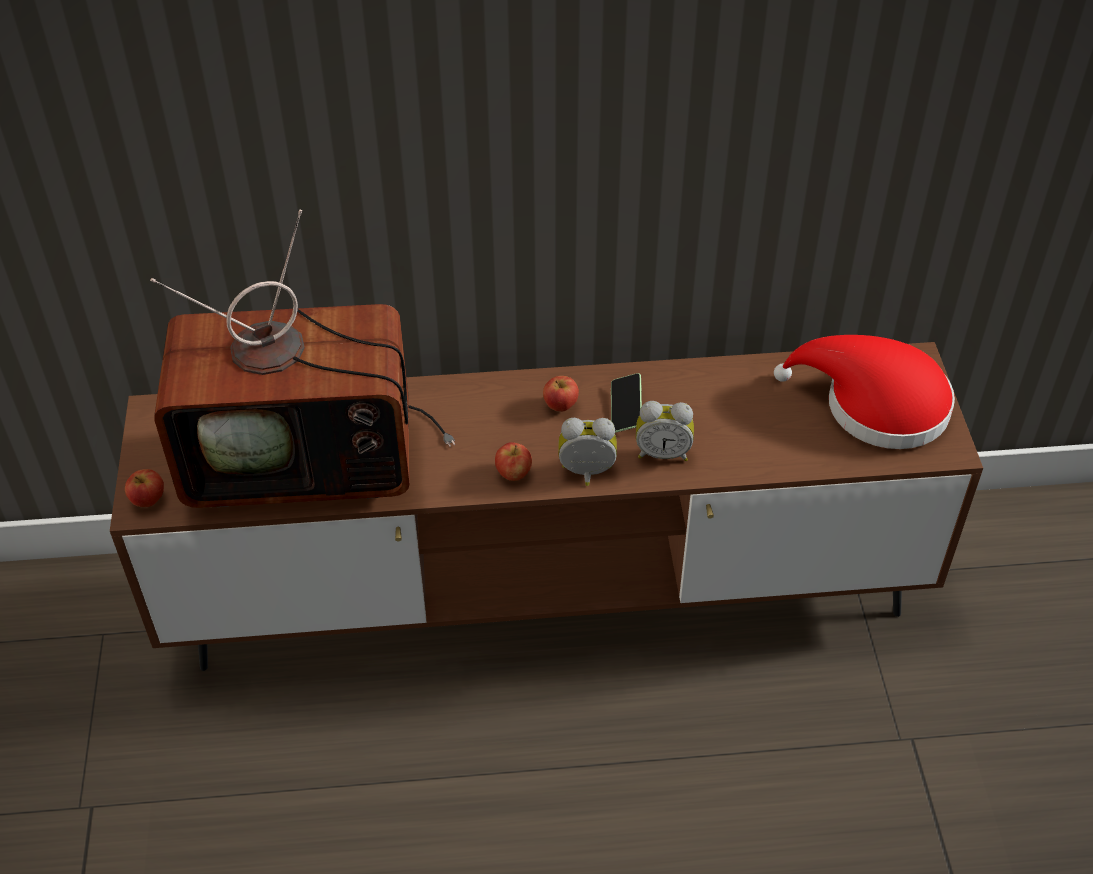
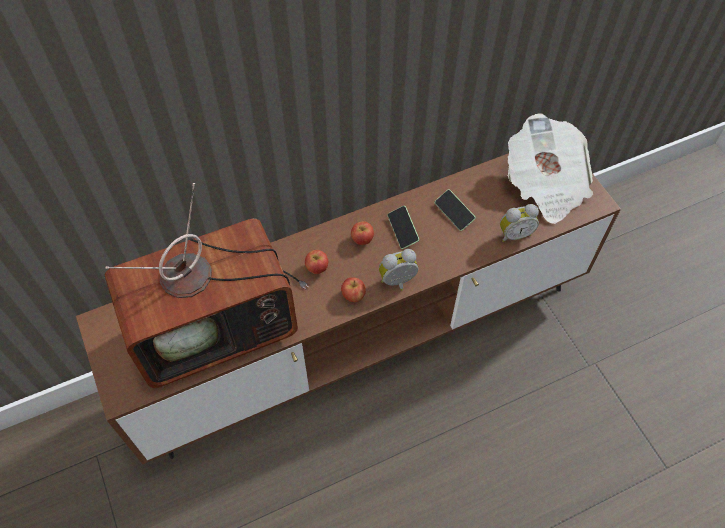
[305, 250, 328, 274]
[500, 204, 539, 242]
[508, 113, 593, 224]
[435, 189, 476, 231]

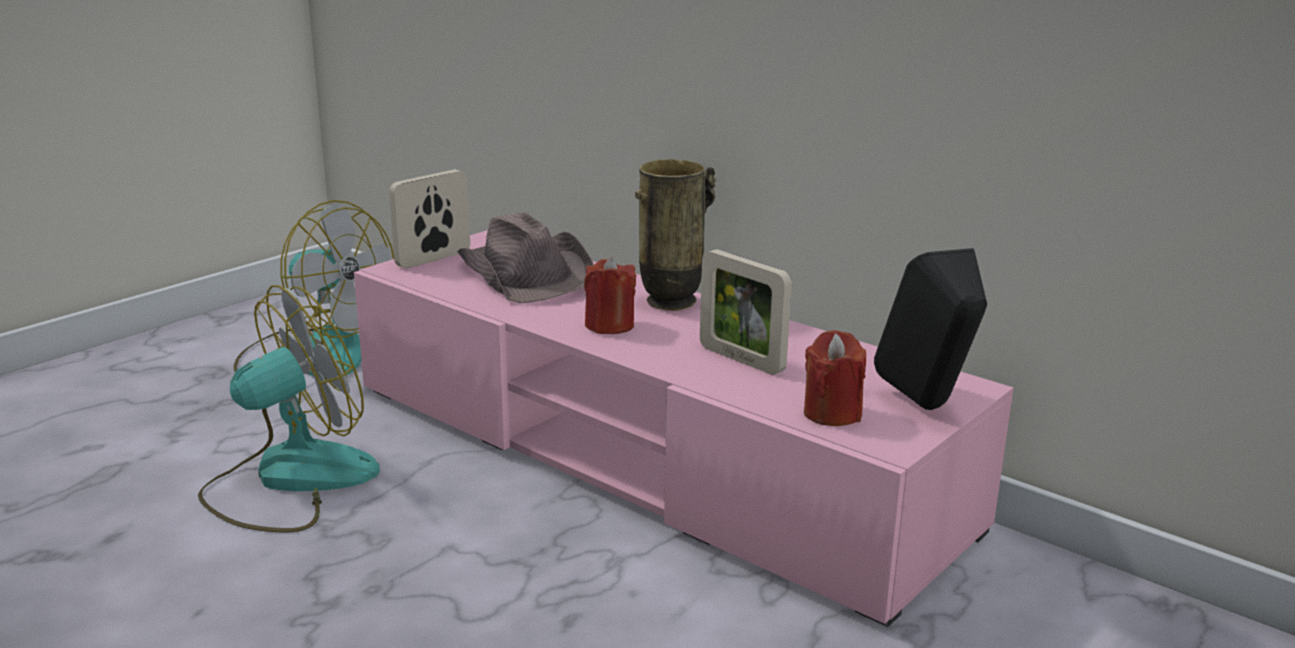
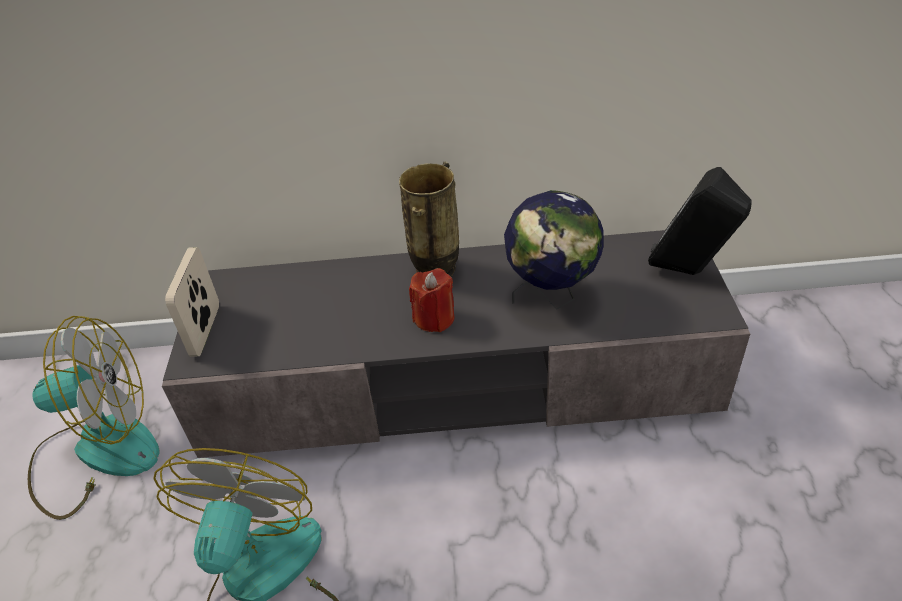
[162, 230, 750, 458]
[457, 212, 594, 303] (first image)
[504, 190, 604, 310]
[804, 330, 866, 426] (first image)

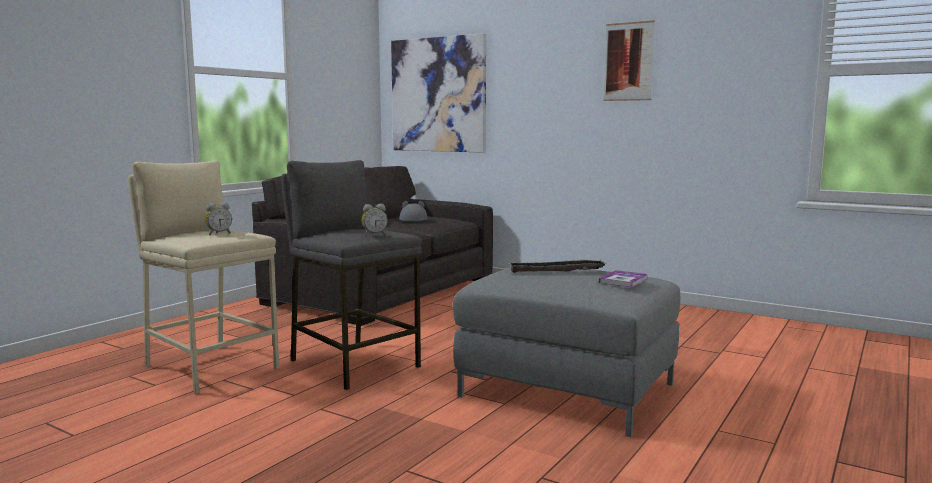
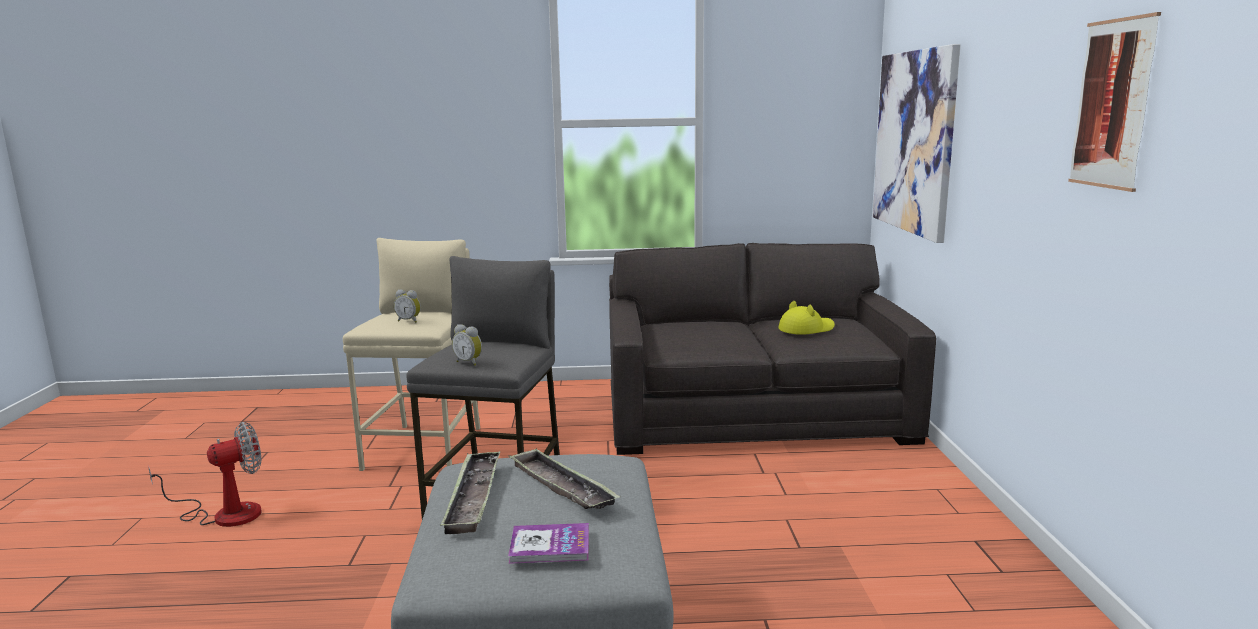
[778, 301, 835, 335]
[148, 422, 262, 527]
[440, 451, 500, 534]

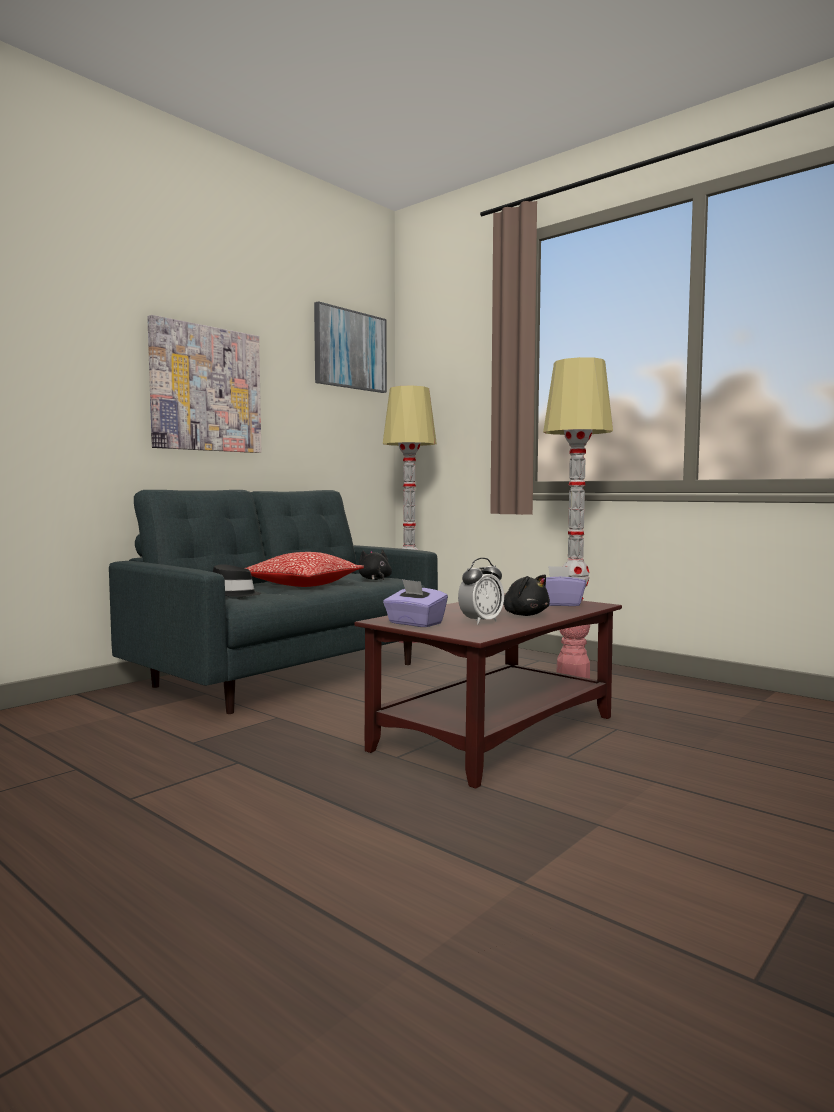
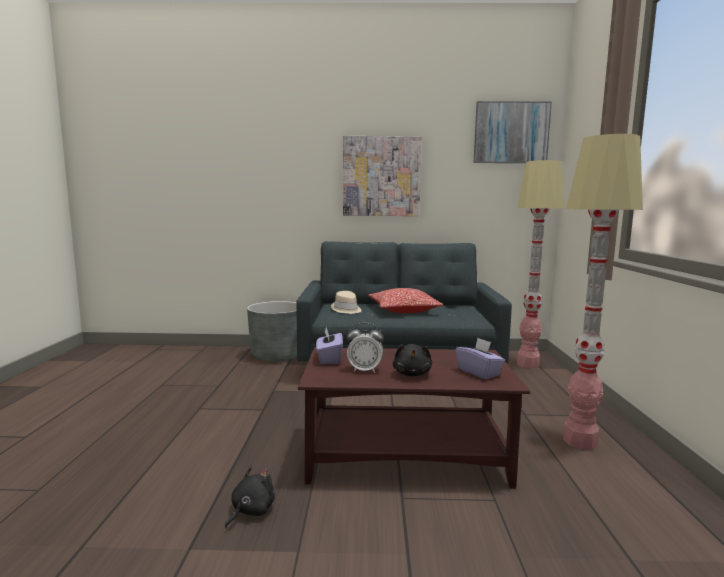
[331, 291, 362, 314]
[225, 467, 275, 529]
[247, 301, 297, 362]

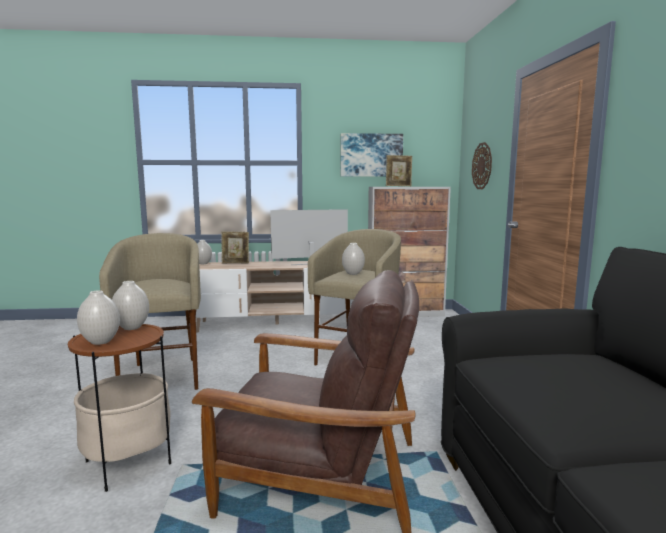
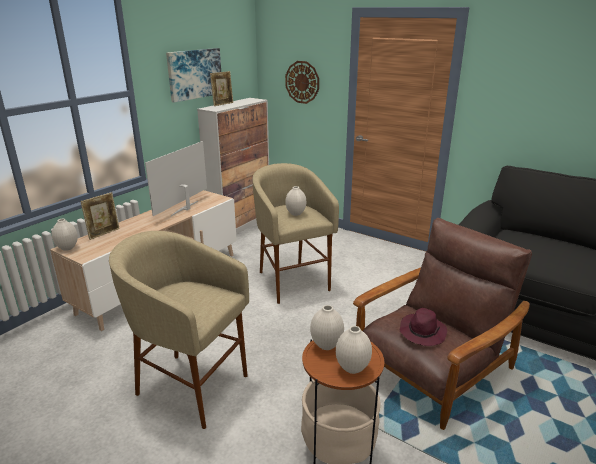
[399, 308, 447, 346]

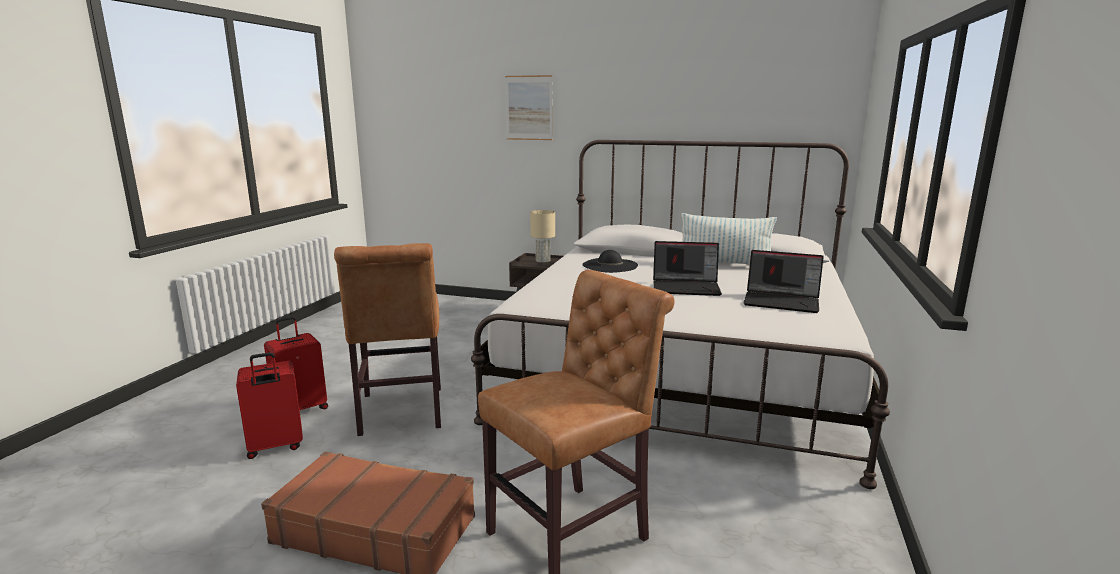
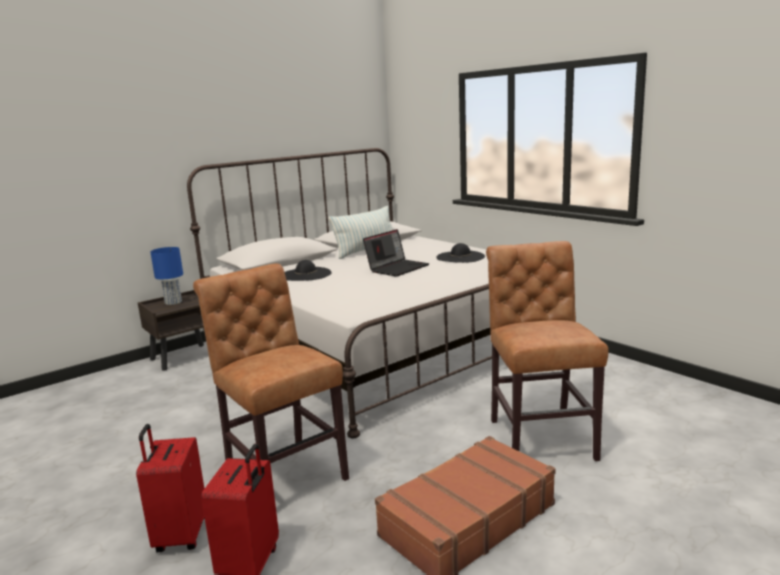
[193, 263, 349, 481]
[505, 75, 553, 140] (first image)
[150, 247, 183, 305]
[436, 243, 485, 263]

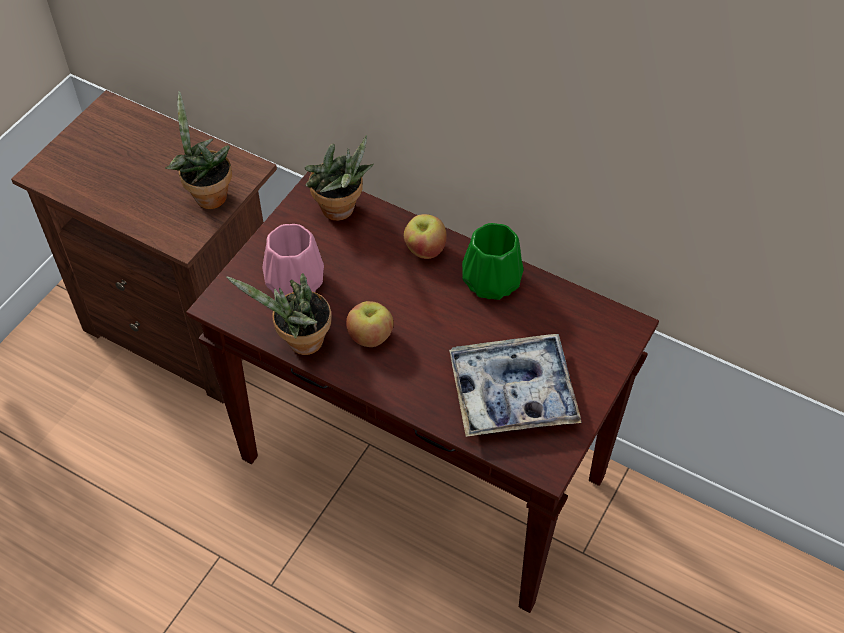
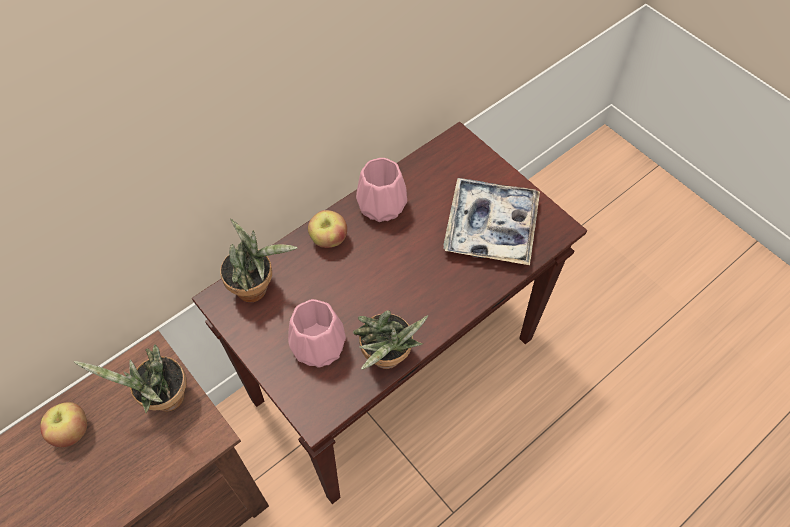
[40, 402, 87, 447]
[356, 158, 407, 222]

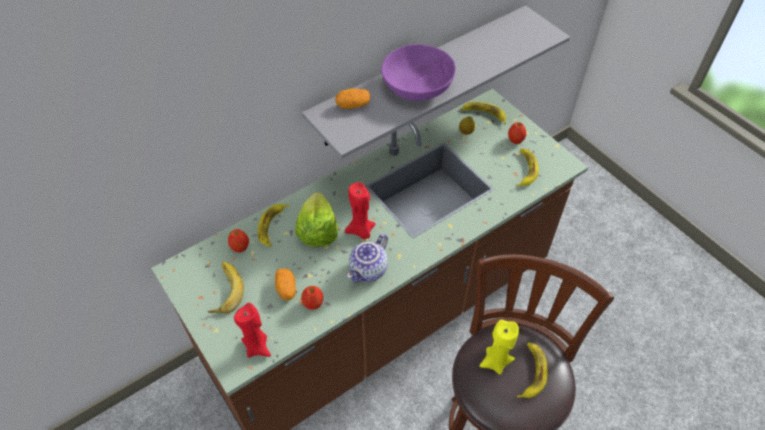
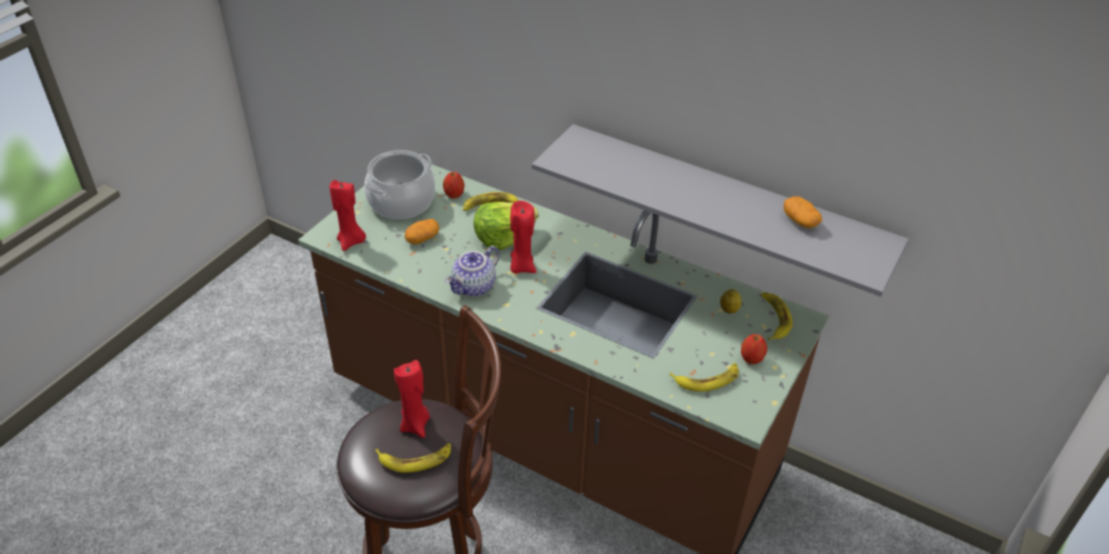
[364, 150, 435, 219]
[301, 286, 323, 310] (first image)
[784, 196, 822, 228]
[445, 246, 500, 297]
[381, 44, 456, 101] (first image)
[394, 360, 430, 438]

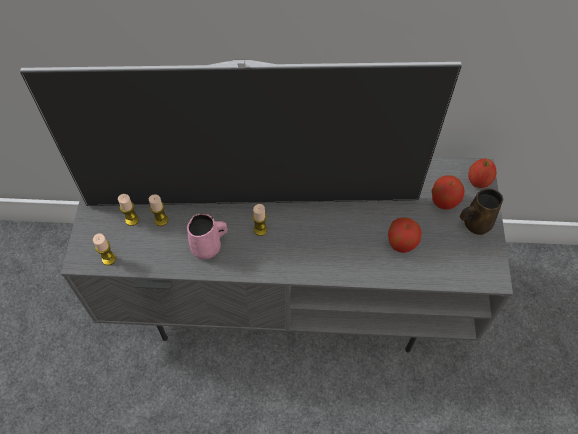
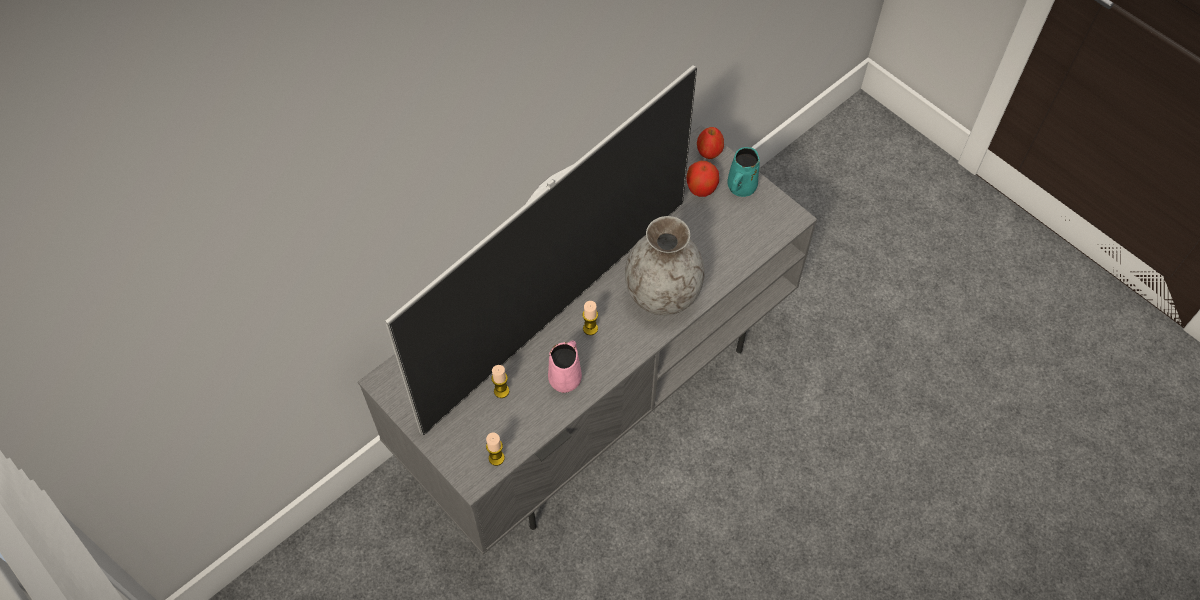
[118, 194, 139, 226] (first image)
[388, 217, 422, 253] (first image)
[727, 147, 760, 197]
[625, 216, 705, 316]

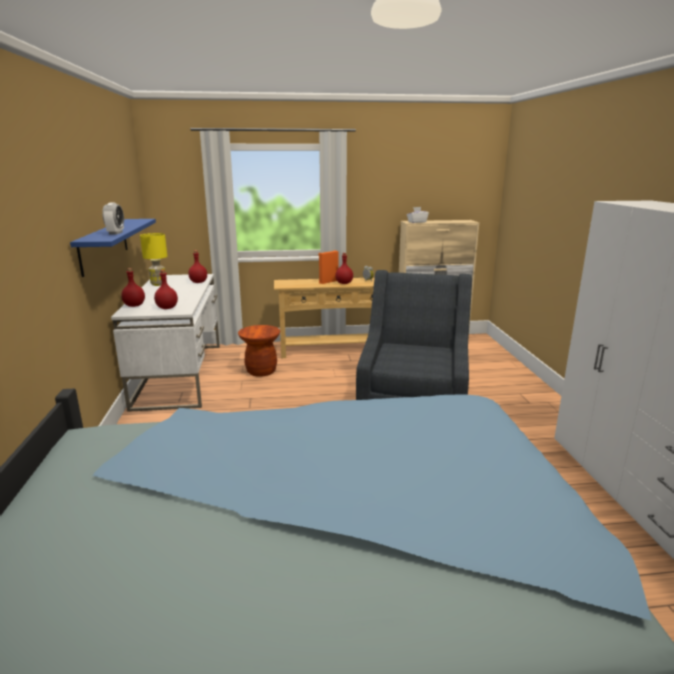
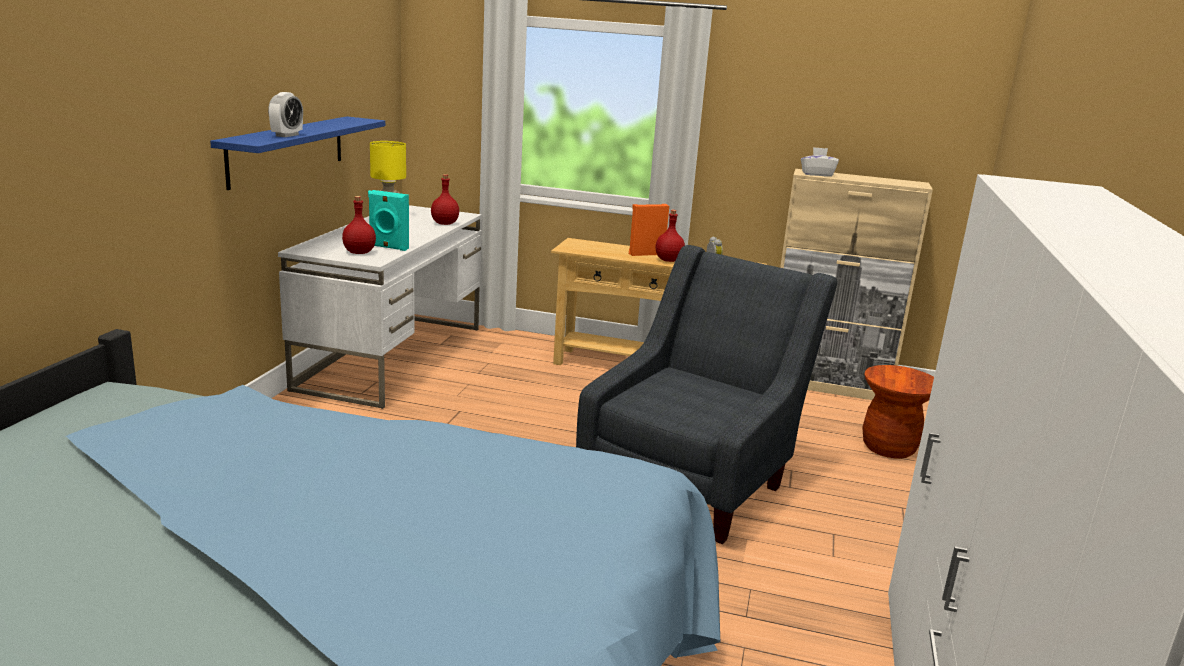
[121, 268, 145, 307] (first image)
[862, 365, 934, 459]
[368, 190, 409, 251]

